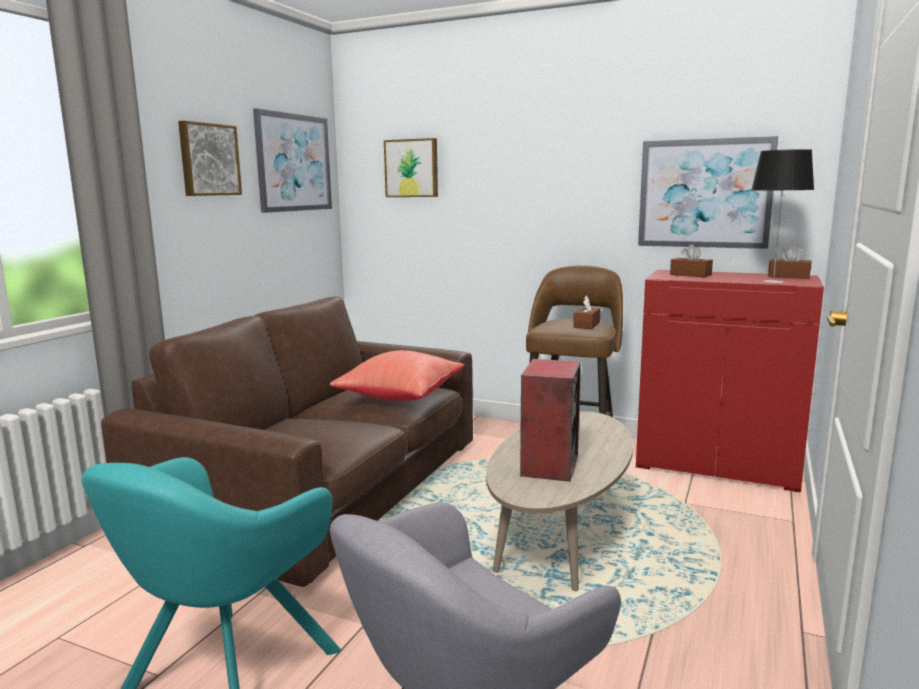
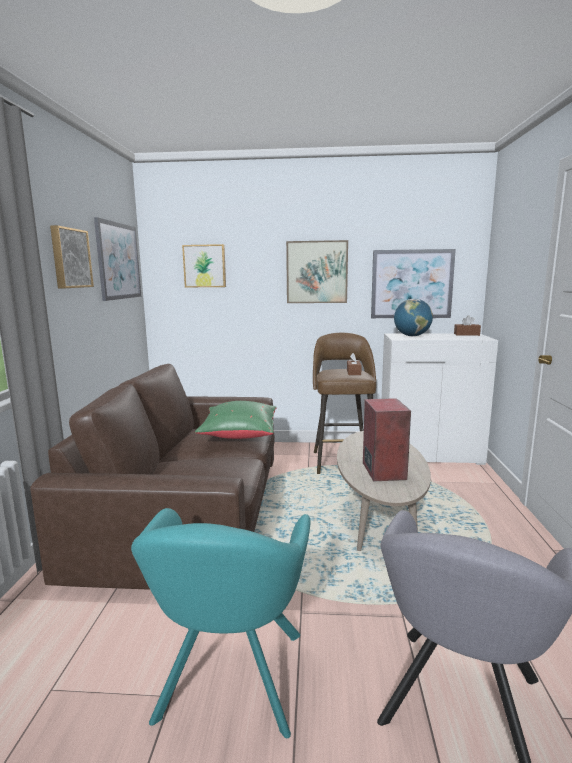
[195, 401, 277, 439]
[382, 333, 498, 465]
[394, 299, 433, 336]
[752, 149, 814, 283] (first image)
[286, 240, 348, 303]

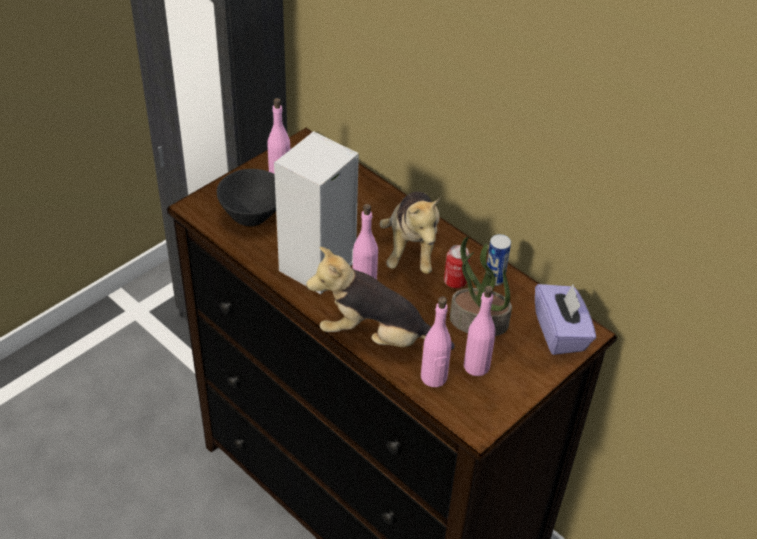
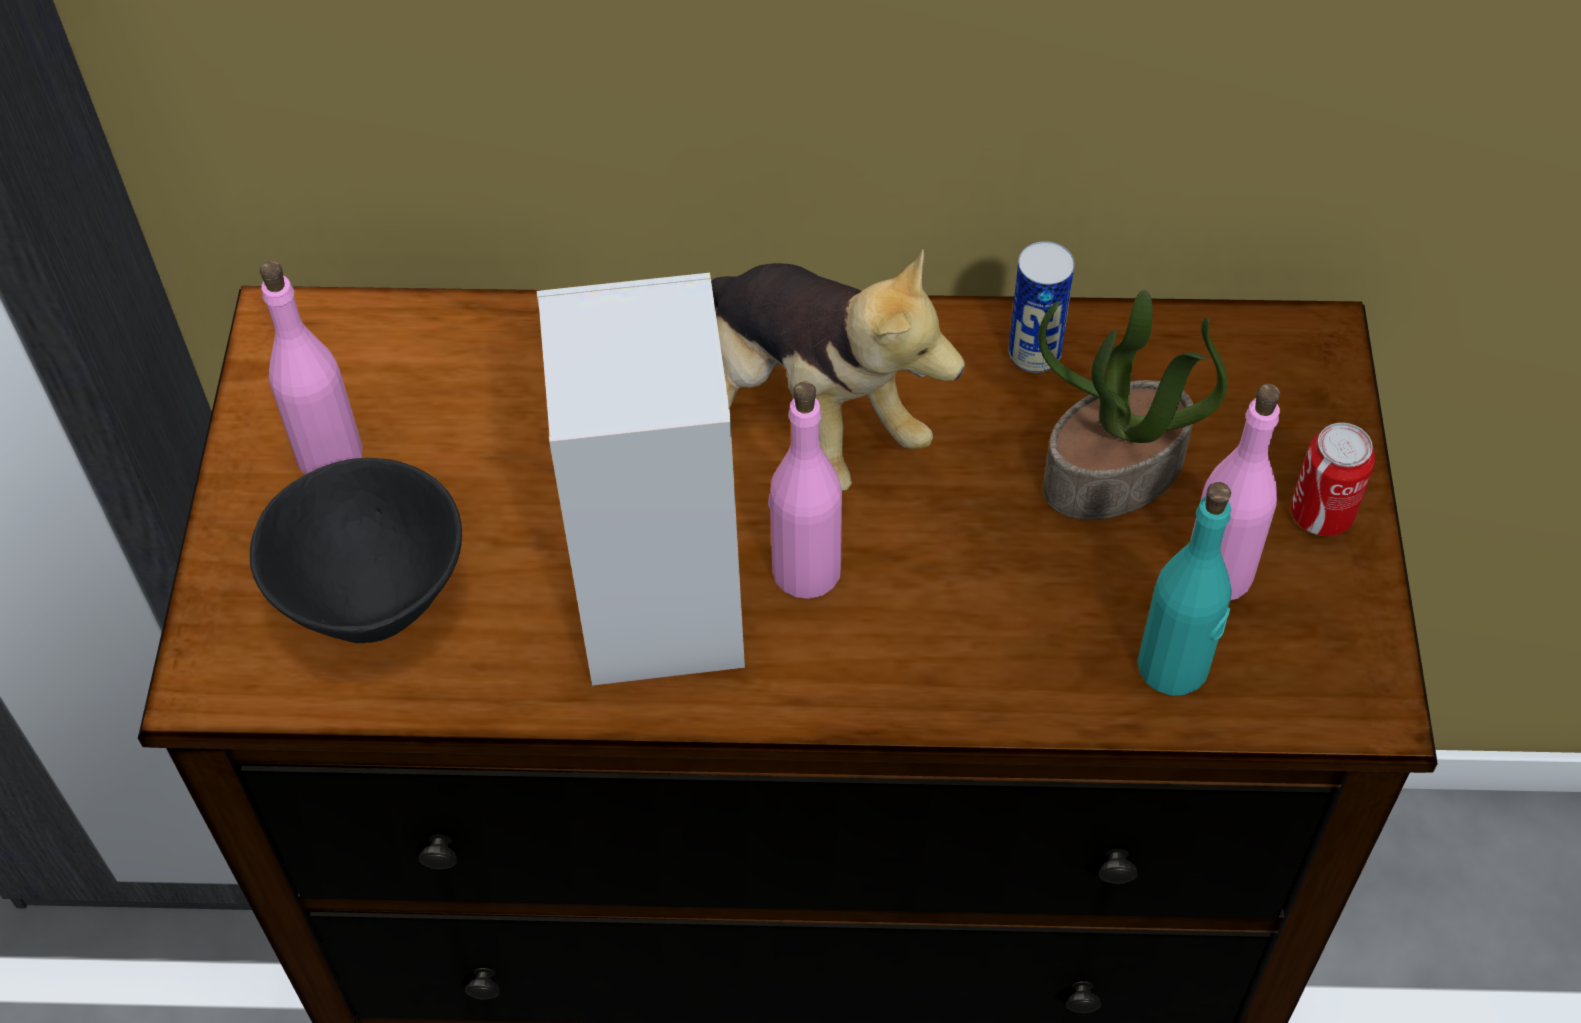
[306, 247, 455, 350] (first image)
[1138, 482, 1232, 696]
[1291, 423, 1375, 536]
[535, 284, 596, 355] (first image)

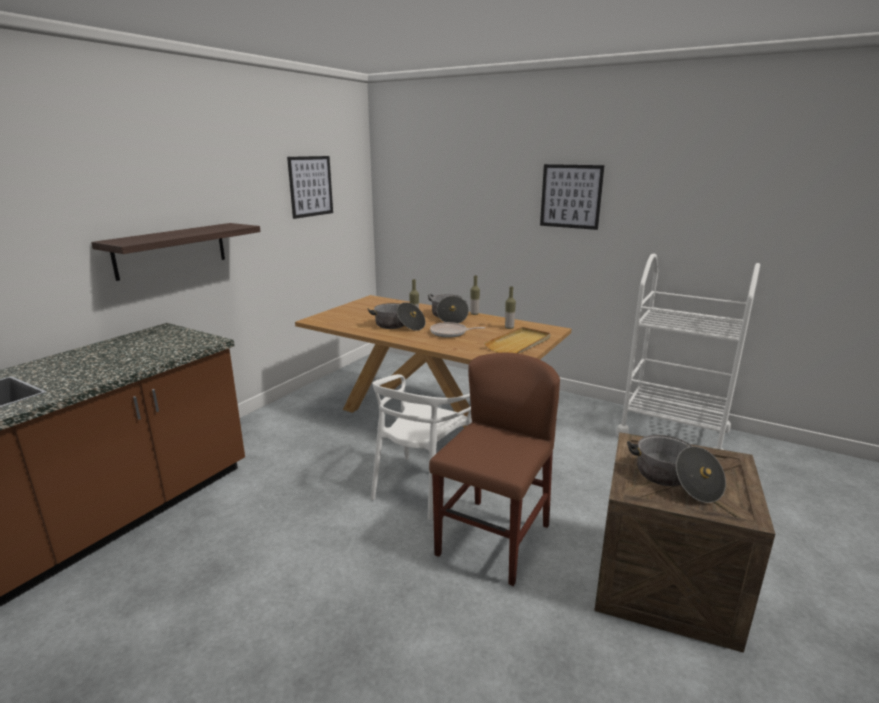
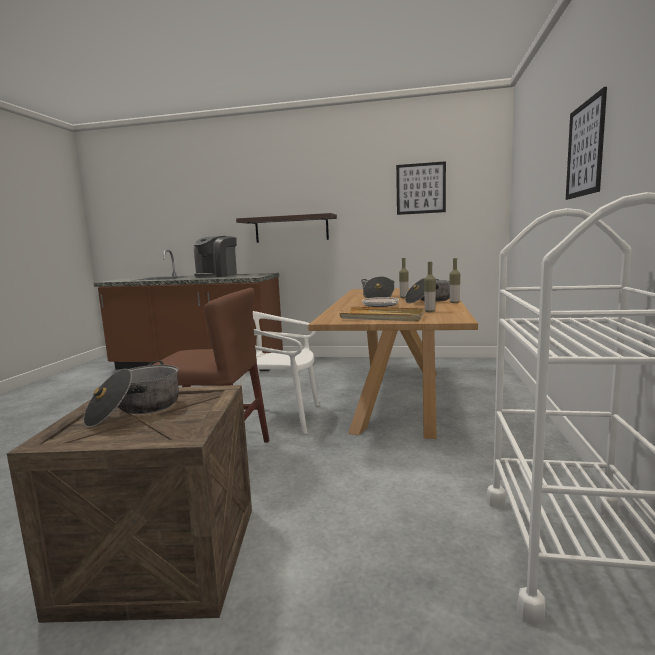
[193, 236, 237, 278]

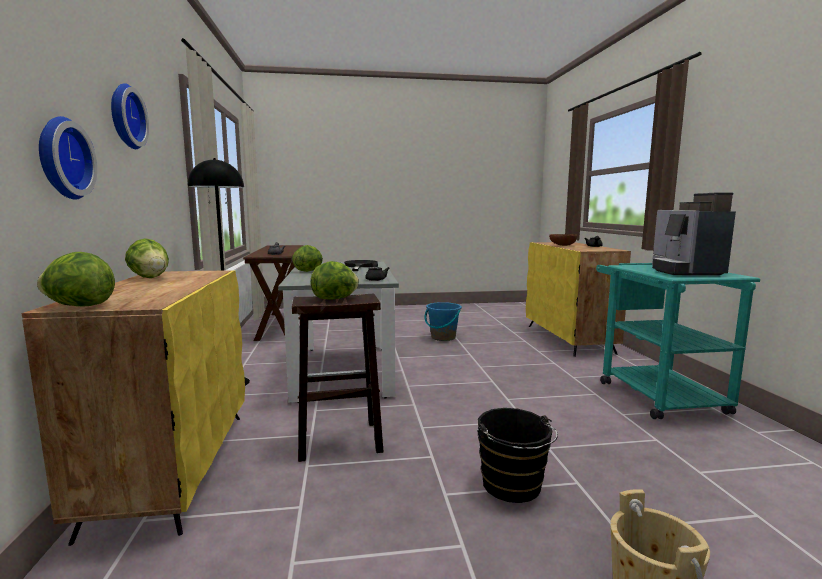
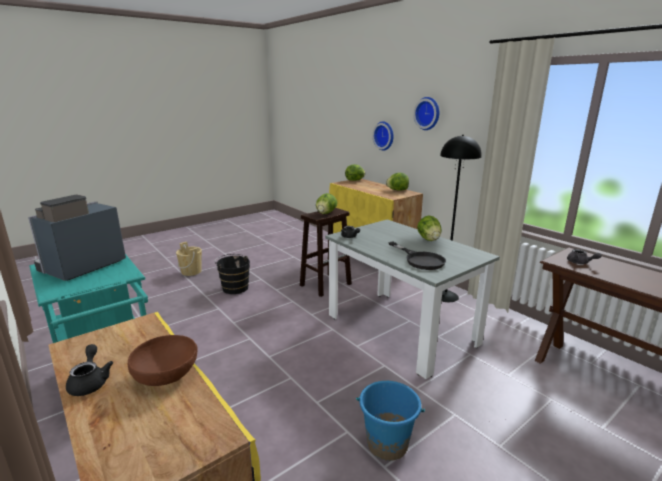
[28, 195, 126, 281]

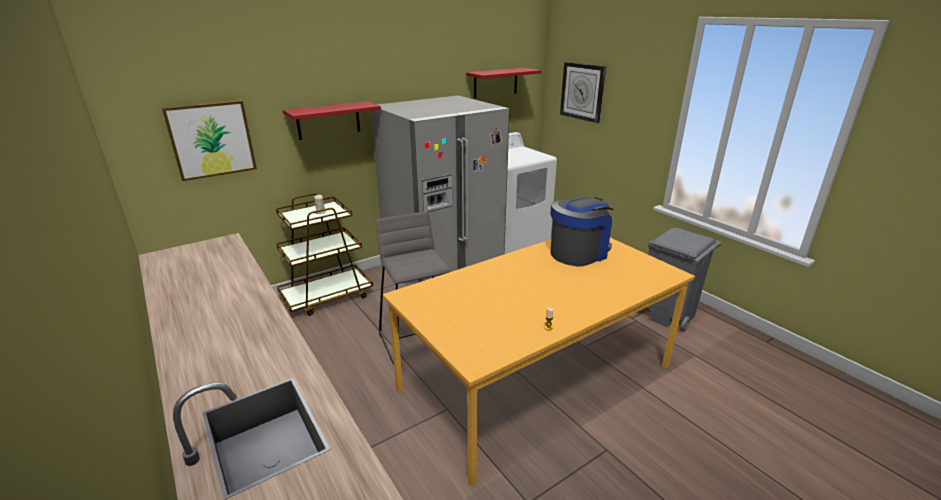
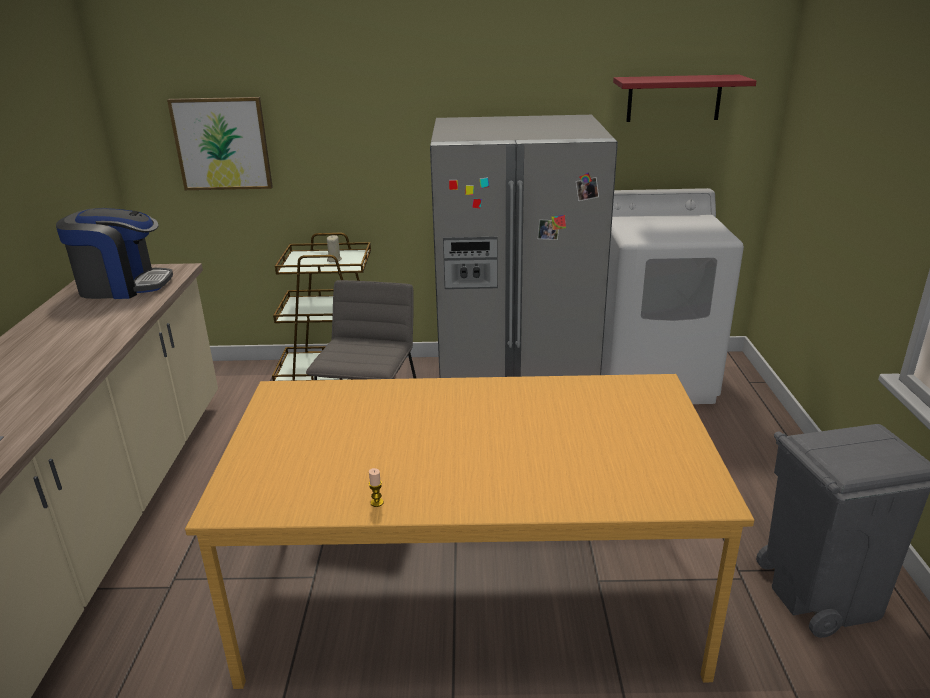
[283, 101, 381, 140] (first image)
[56, 208, 173, 299]
[560, 62, 606, 123] (first image)

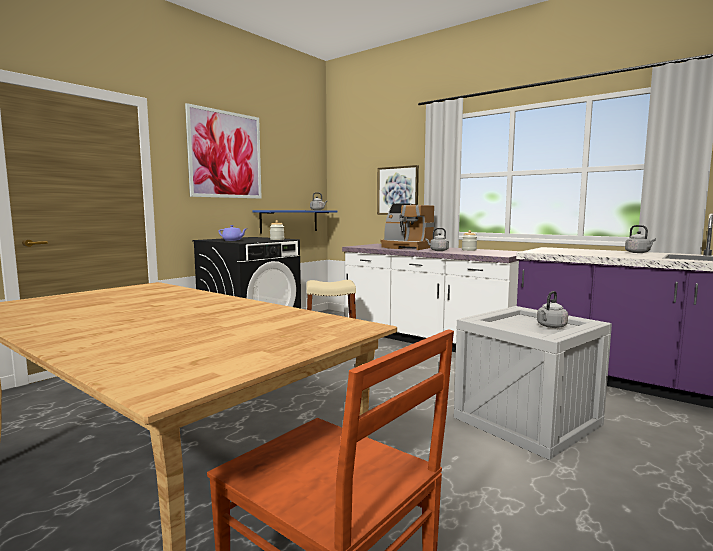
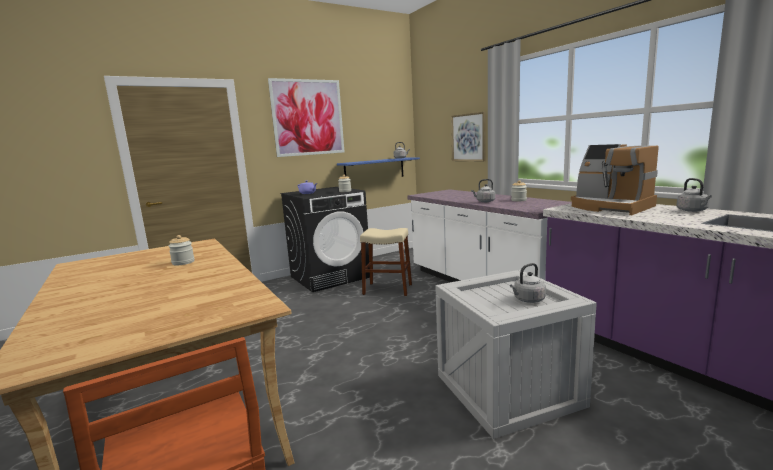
[571, 144, 659, 215]
[168, 235, 195, 265]

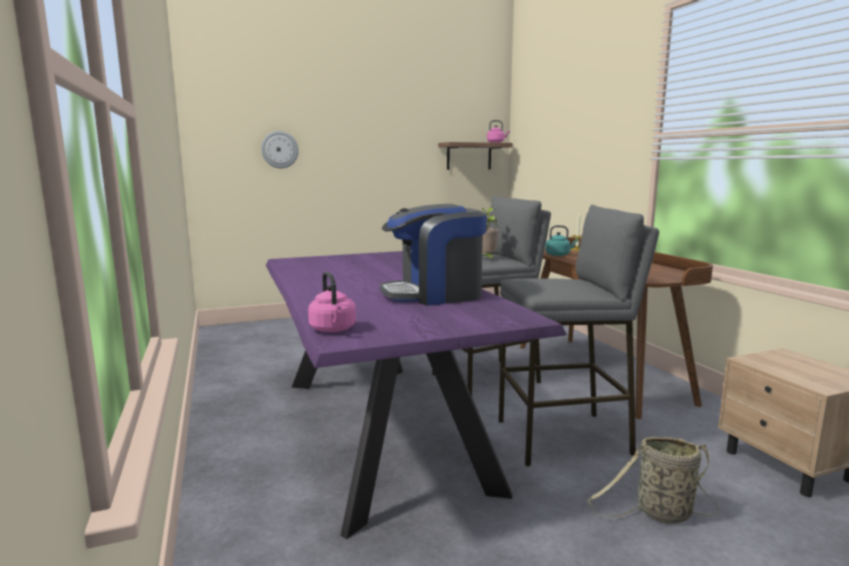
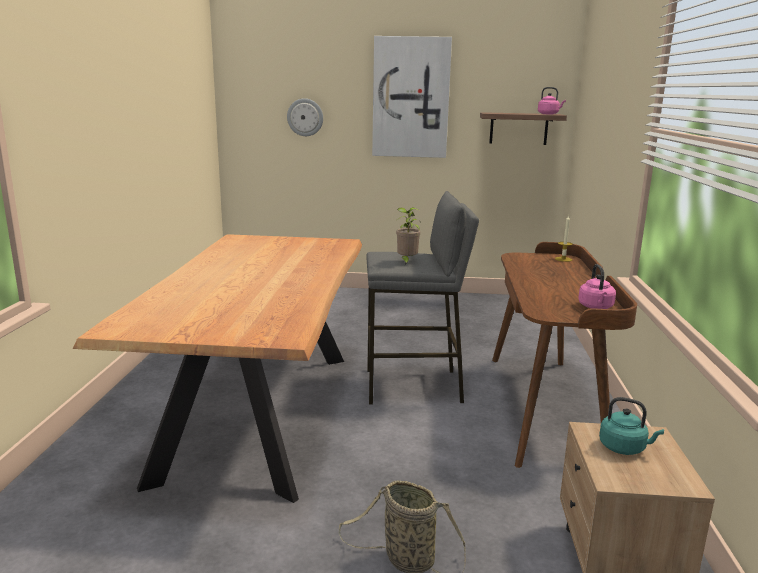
[73, 234, 362, 503]
[578, 264, 616, 309]
[380, 204, 487, 306] (first image)
[499, 205, 659, 466] (first image)
[599, 397, 664, 455]
[372, 36, 452, 158]

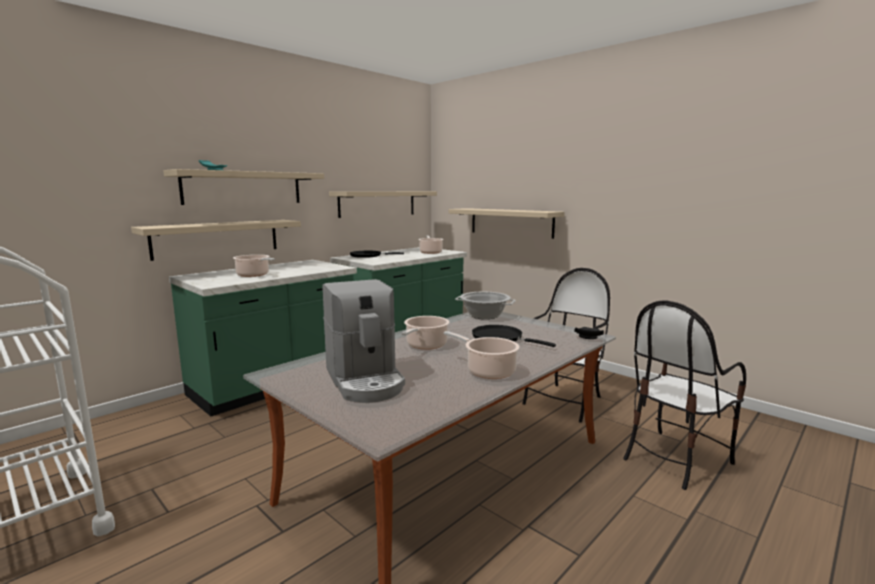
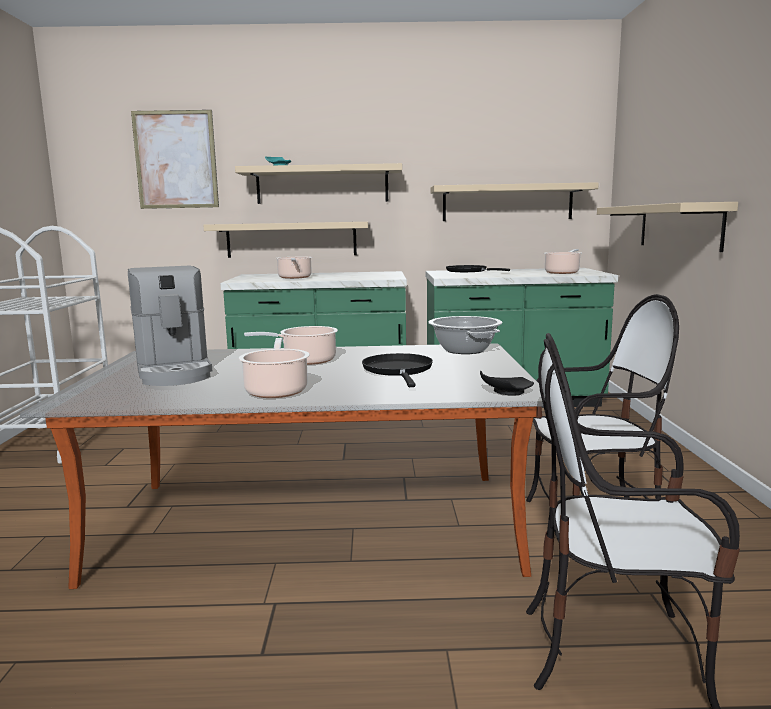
[128, 266, 212, 386]
[131, 110, 219, 209]

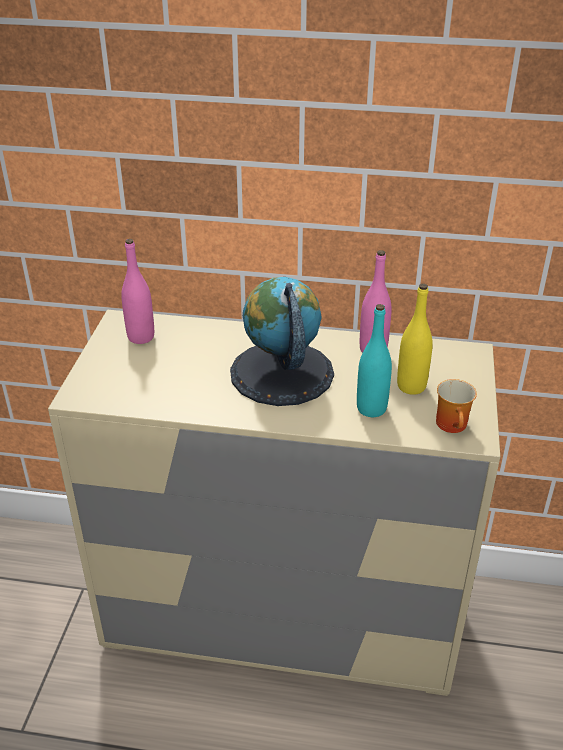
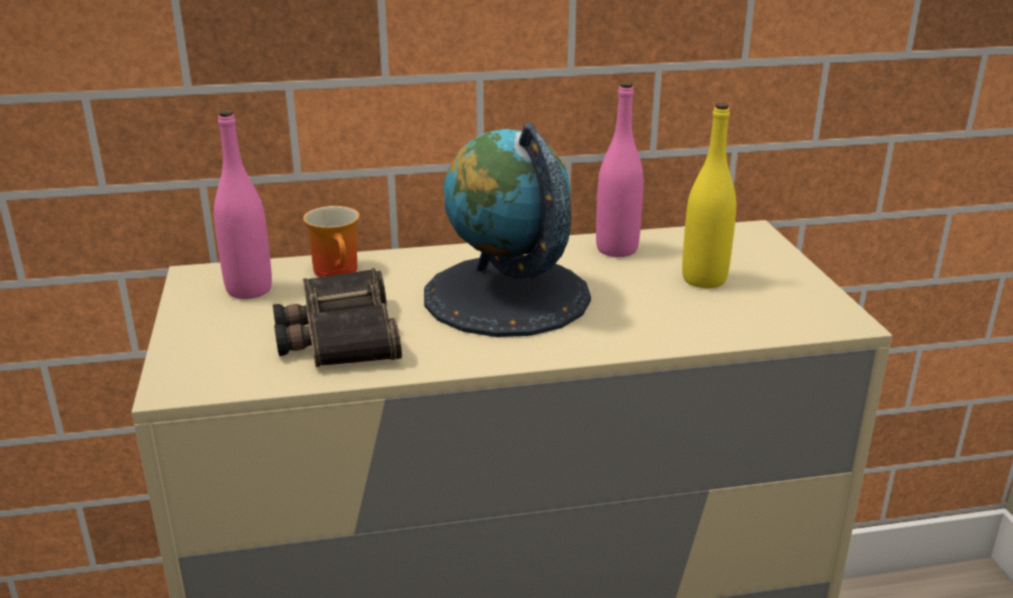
[357, 304, 392, 417] (first image)
[303, 206, 360, 277]
[273, 268, 402, 367]

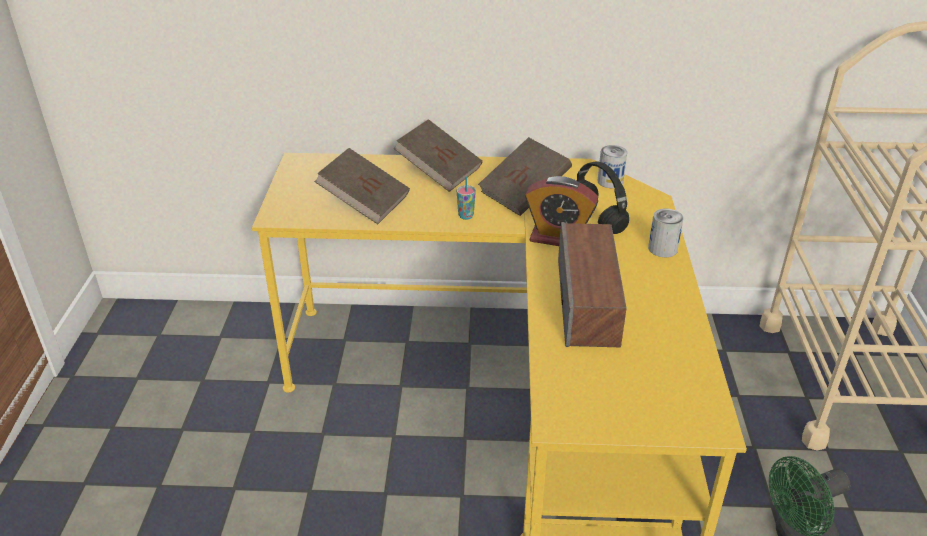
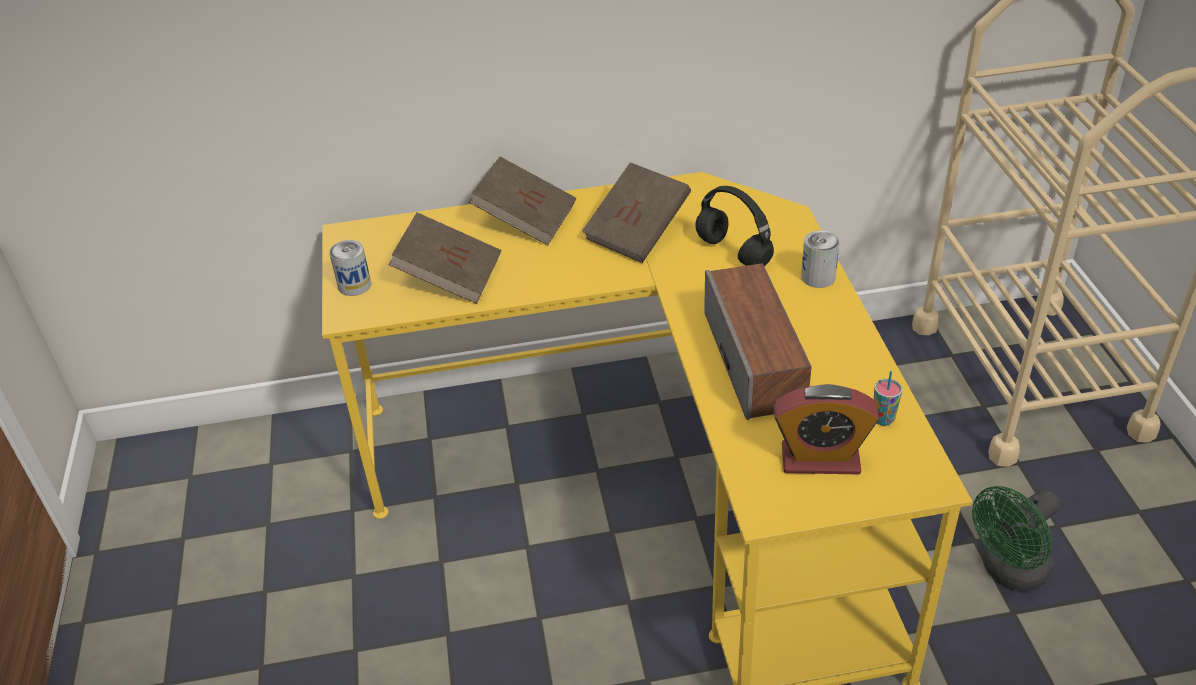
[874, 371, 902, 426]
[774, 384, 879, 475]
[329, 240, 371, 296]

